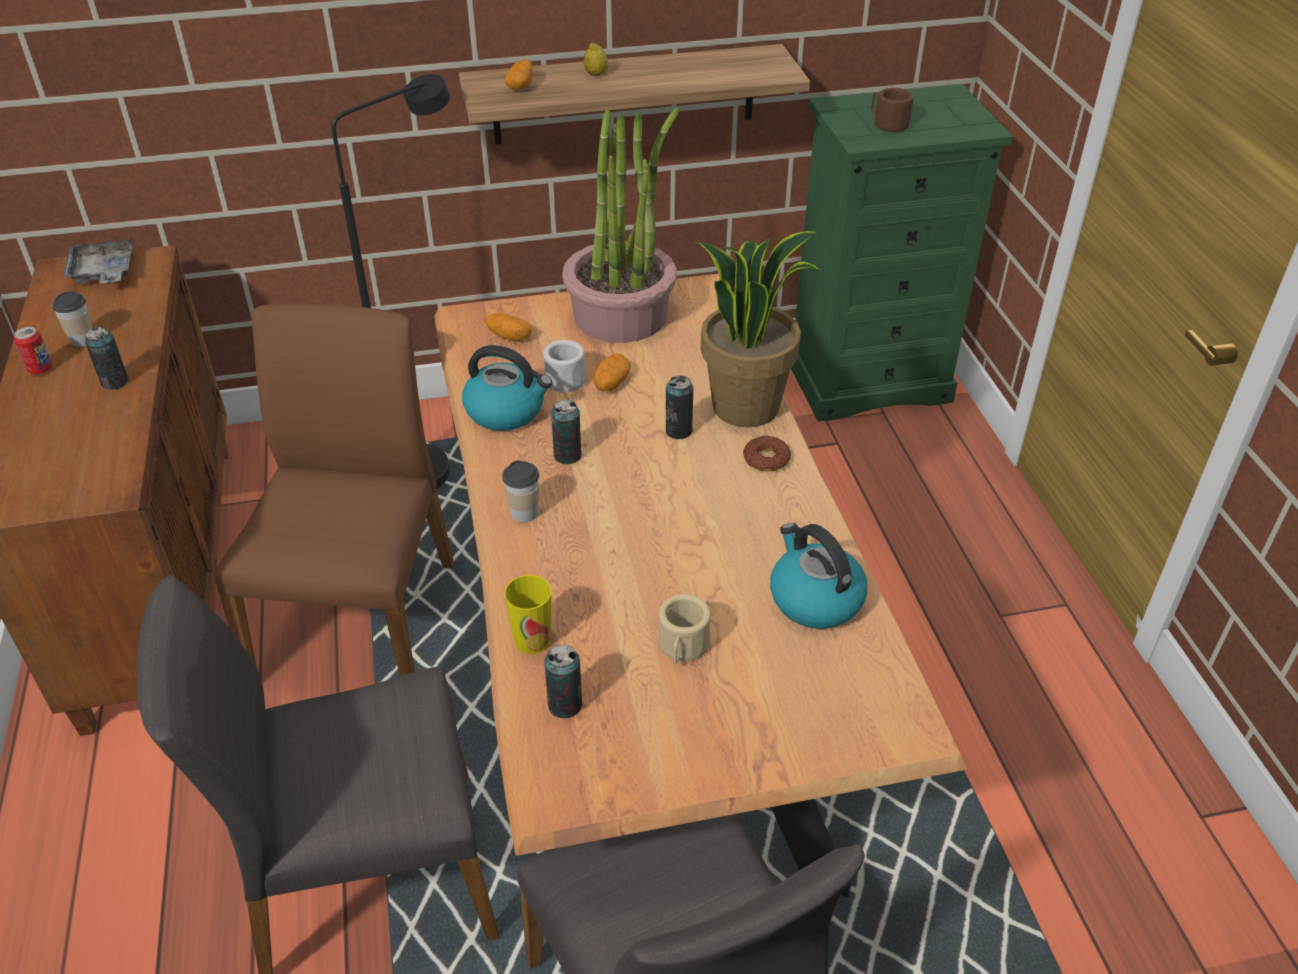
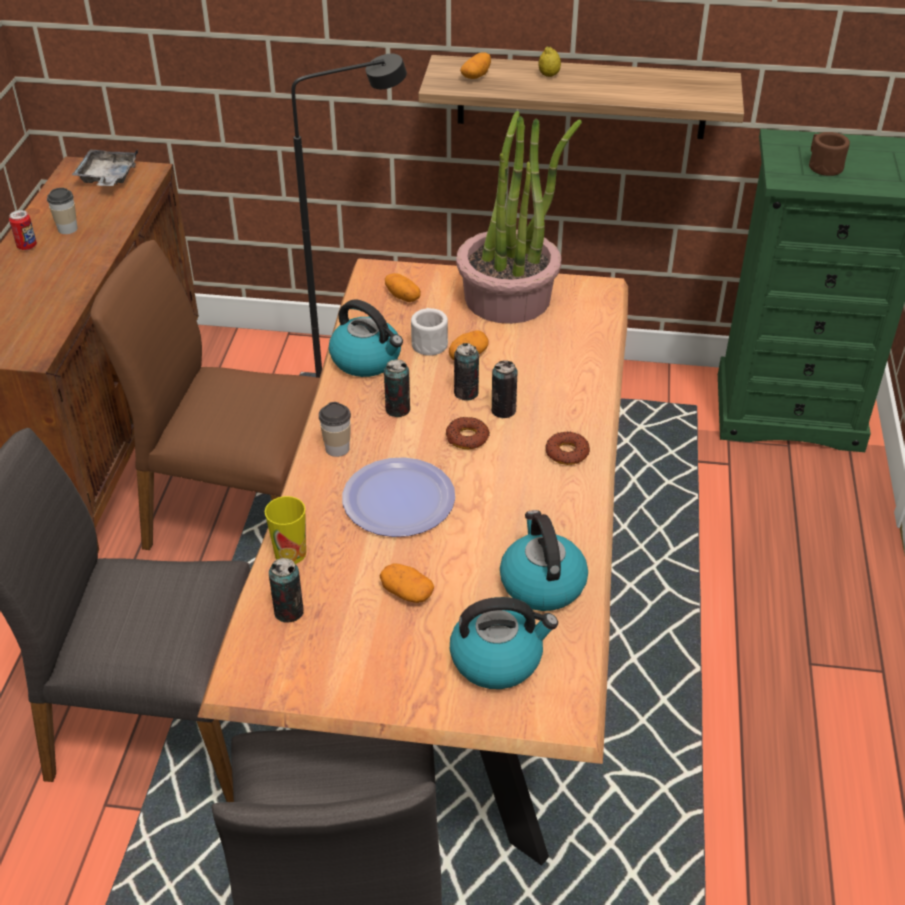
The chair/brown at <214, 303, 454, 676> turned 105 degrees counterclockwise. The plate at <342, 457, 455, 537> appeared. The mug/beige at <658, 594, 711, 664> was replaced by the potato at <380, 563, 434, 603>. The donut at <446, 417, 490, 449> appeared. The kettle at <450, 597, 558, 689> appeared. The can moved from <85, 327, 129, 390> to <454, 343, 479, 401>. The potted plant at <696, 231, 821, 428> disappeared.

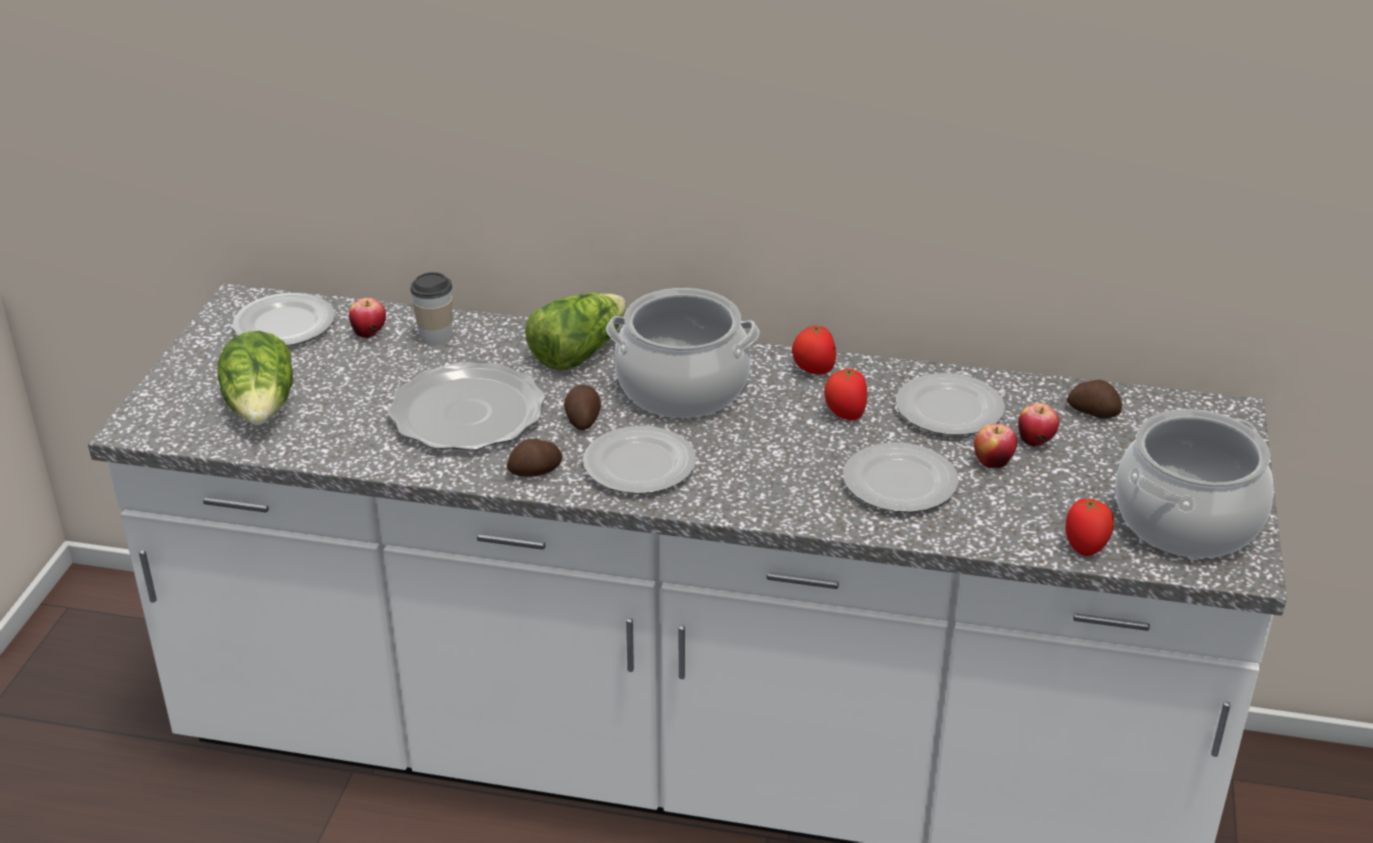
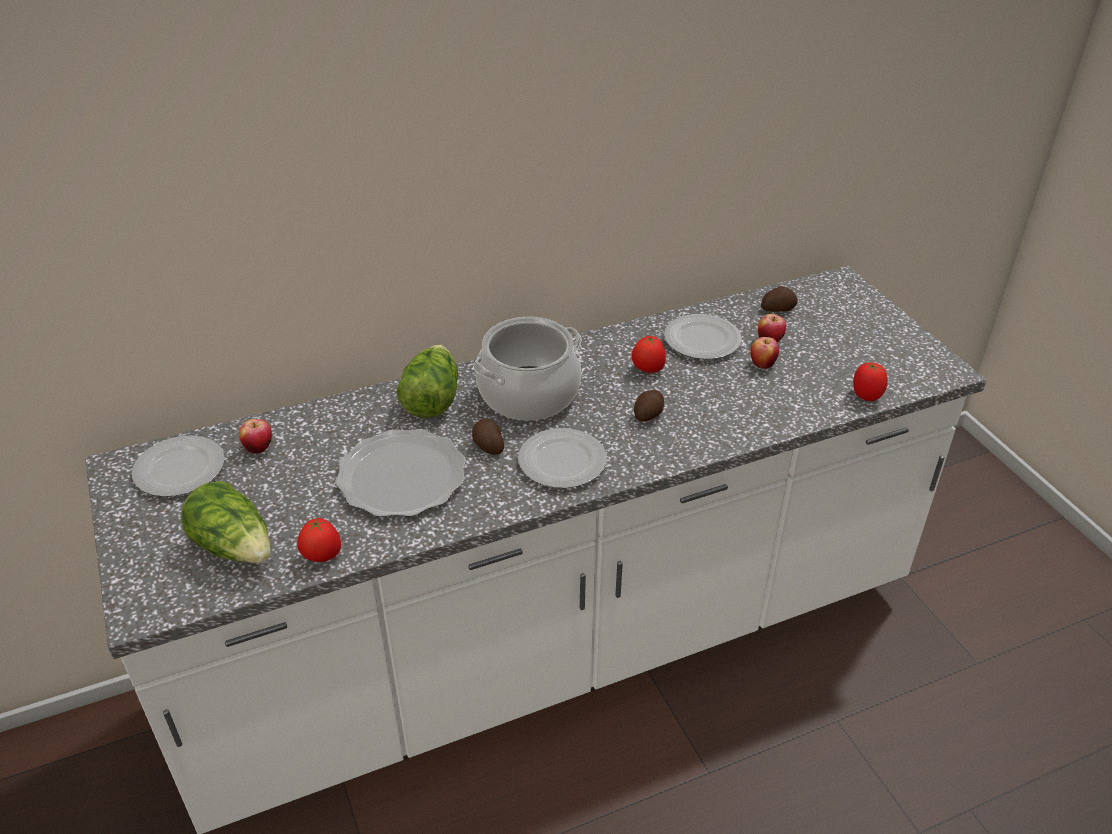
The tomato moved from <792, 325, 836, 374> to <297, 518, 341, 562>. The potato moved from <507, 439, 562, 476> to <634, 390, 664, 422>. The cup at <410, 272, 452, 346> disappeared. The plate at <843, 442, 959, 512> disappeared. The cooking pot at <1115, 409, 1274, 558> disappeared.

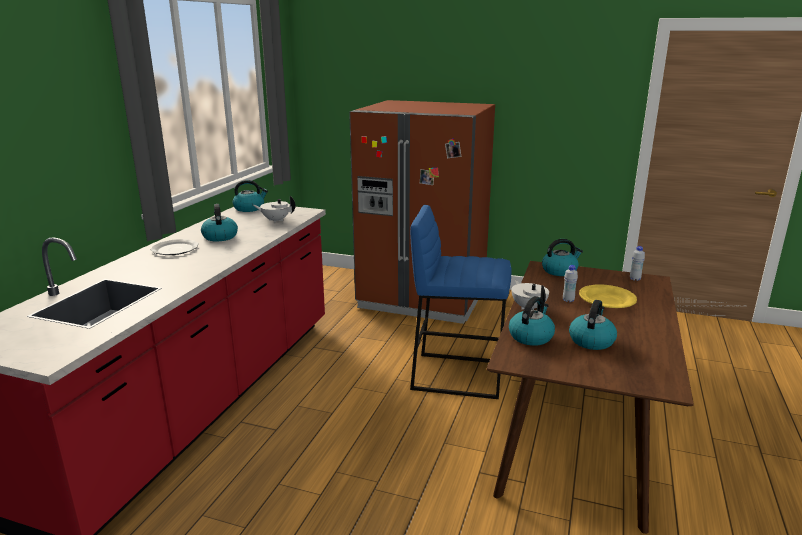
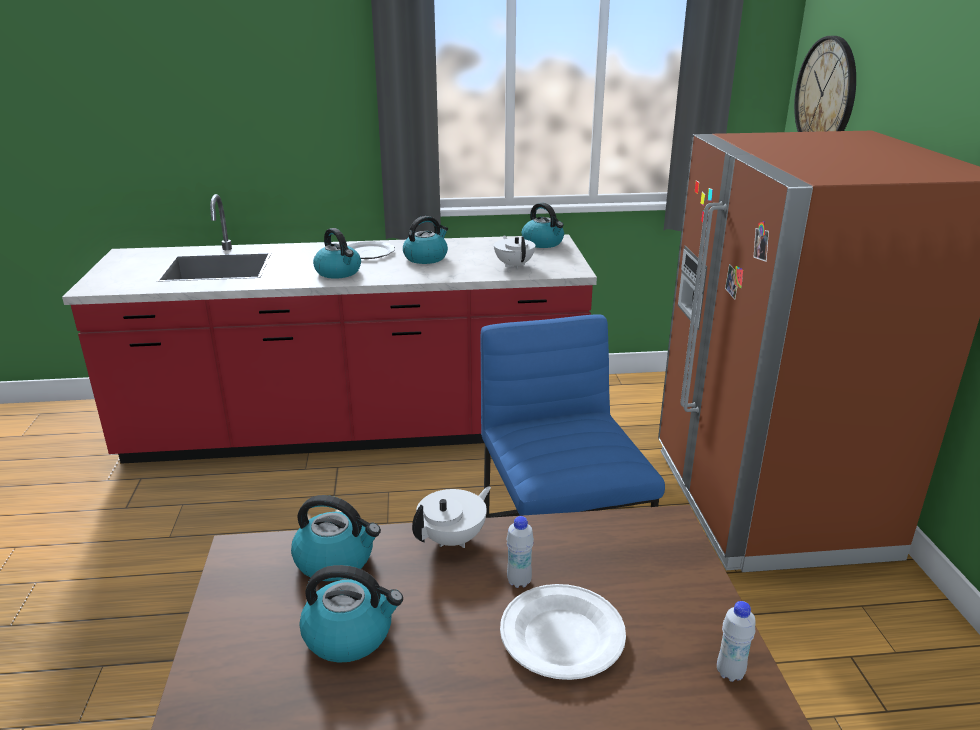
The kettle moved from <542, 239, 583, 276> to <313, 228, 361, 279>. The plate/yellow at <579, 284, 637, 308> became the plate/white at <500, 584, 626, 680>. The wall clock at <794, 36, 856, 132> appeared.

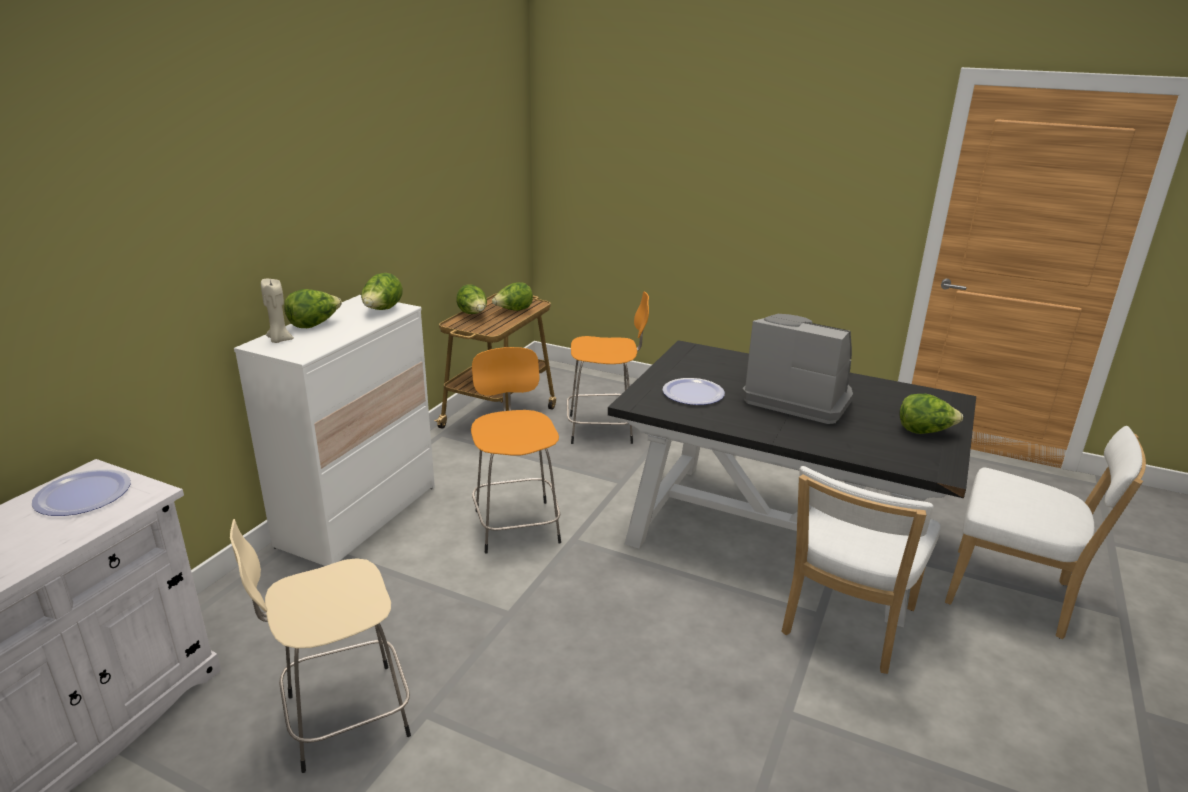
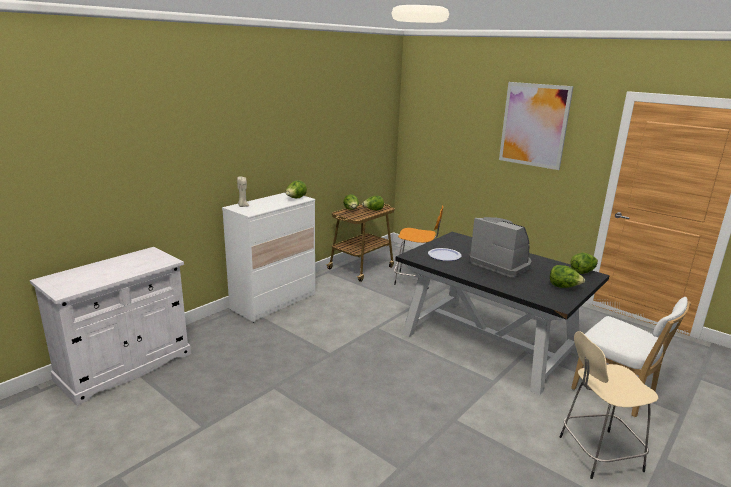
The picture at <499, 82, 574, 170> appeared. The stool/beige moved from <230, 519, 411, 773> to <560, 331, 659, 479>. The lettuce moved from <284, 289, 342, 328> to <570, 252, 598, 274>. The plate at <32, 469, 131, 516> disappeared. The stool/orange at <471, 347, 561, 554> disappeared. The chair/white at <781, 466, 941, 674> disappeared.

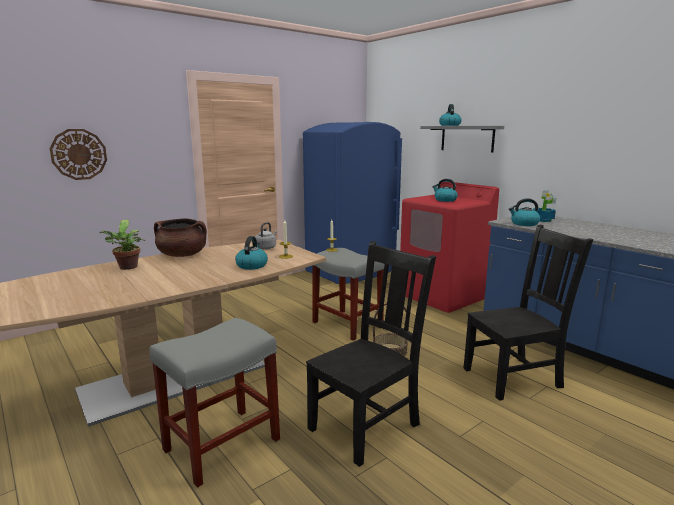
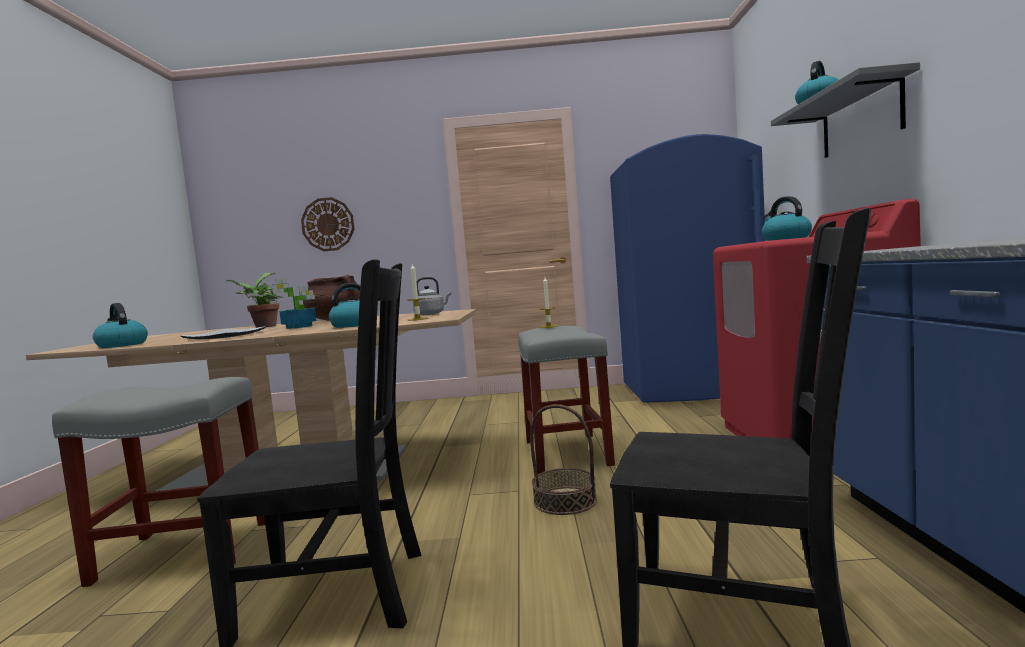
The kettle moved from <509, 198, 540, 226> to <93, 303, 148, 348>. The plate at <180, 326, 266, 339> appeared. The potted plant moved from <533, 190, 556, 222> to <271, 279, 316, 329>.

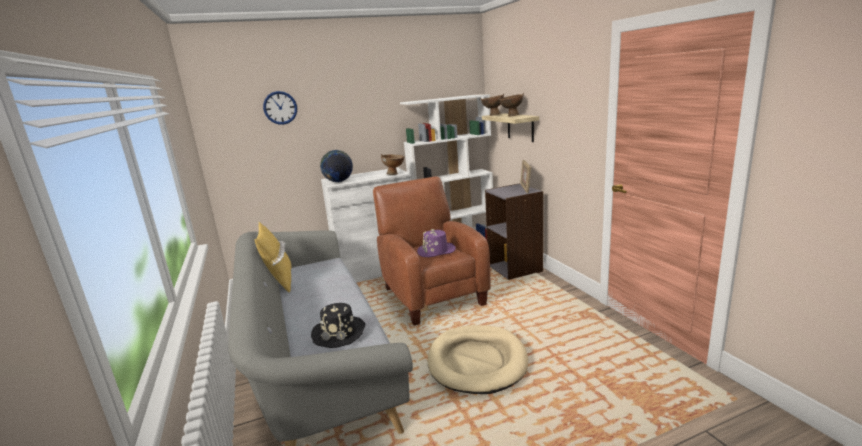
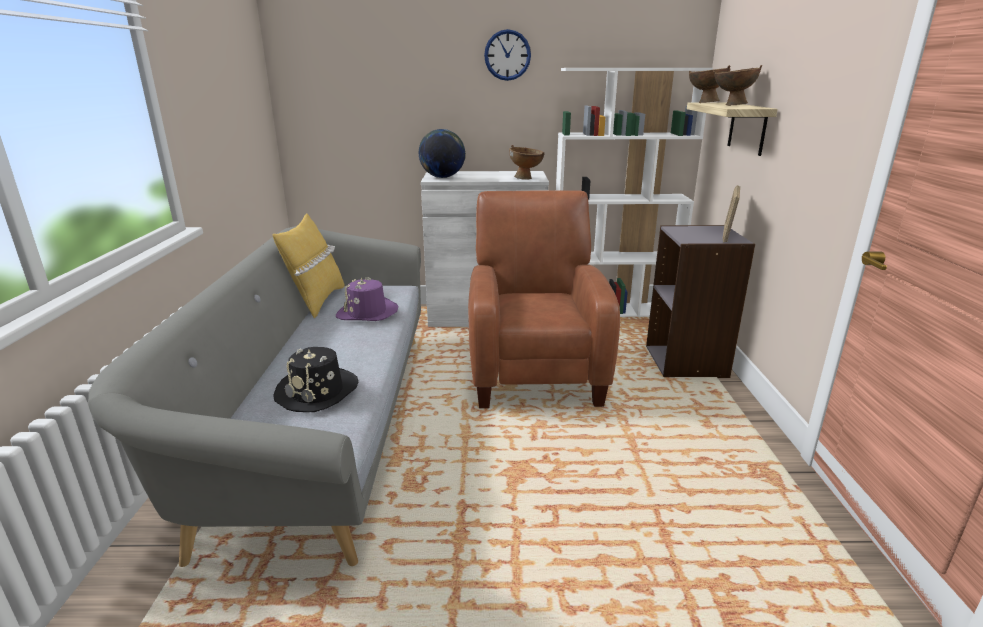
The hat/purple moved from <417, 229, 456, 257> to <336, 277, 398, 321>. The wall clock moved from <263, 91, 297, 125> to <484, 29, 531, 81>. The dog bed/beige at <428, 325, 528, 394> disappeared.

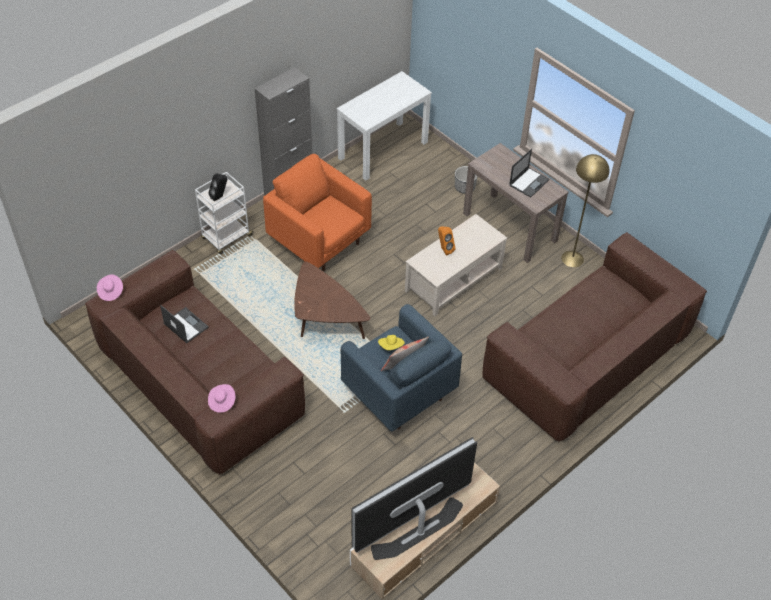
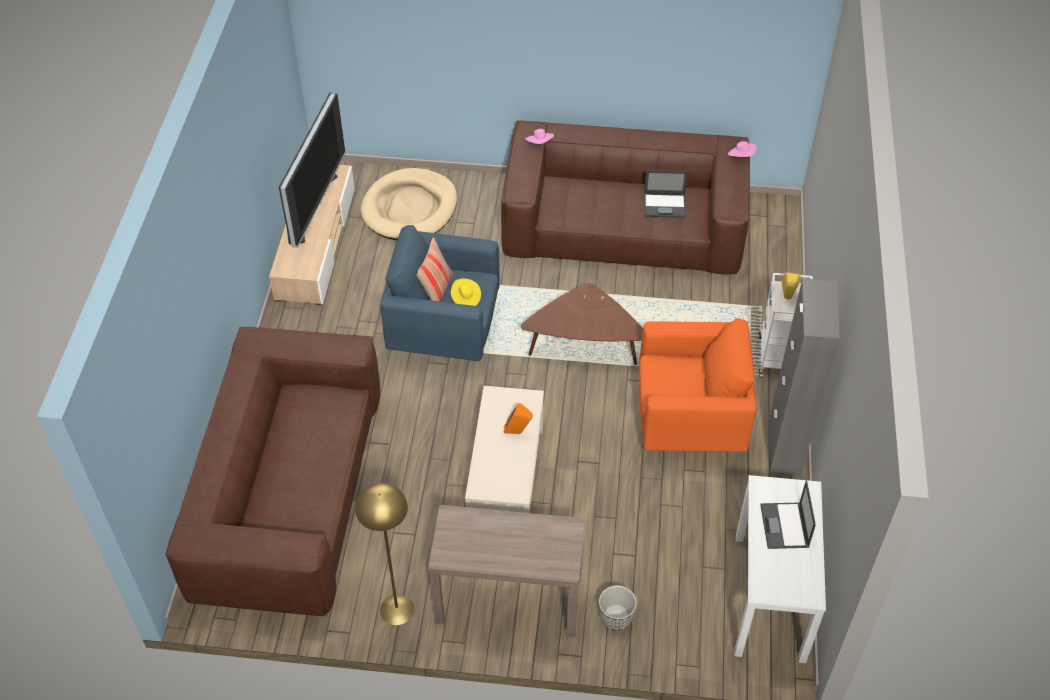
The dog bed/beige at <360, 168, 457, 240> appeared. The laptop moved from <509, 149, 550, 198> to <760, 480, 816, 549>. The speaker/black at <208, 173, 227, 202> became the speaker/yellow at <782, 272, 801, 300>.

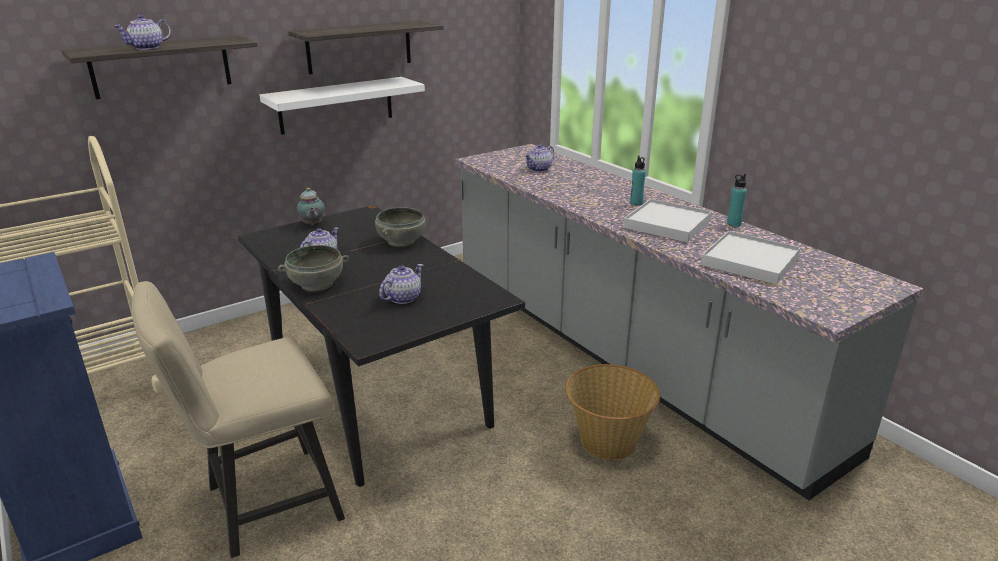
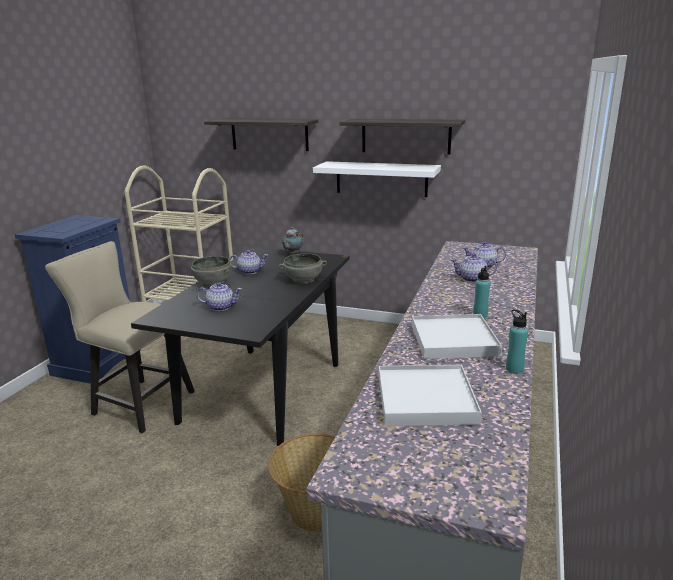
The teapot moved from <114, 15, 172, 50> to <451, 253, 497, 282>.

